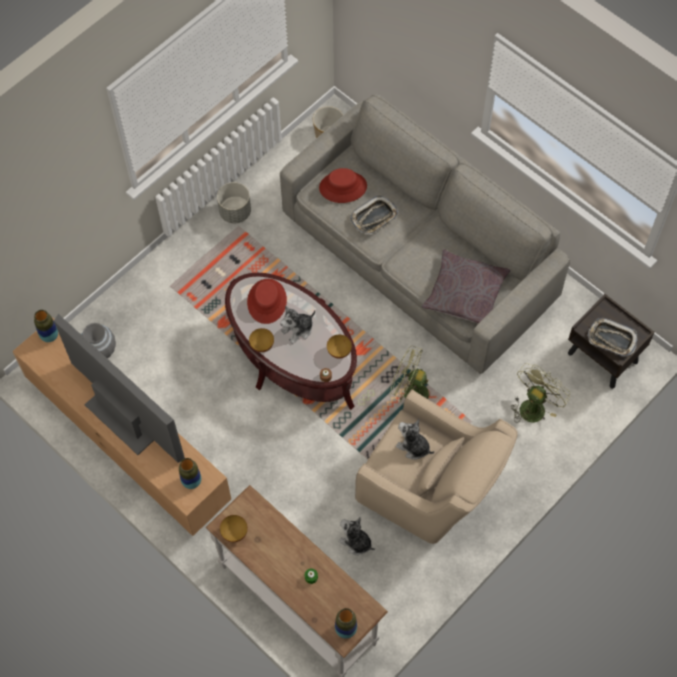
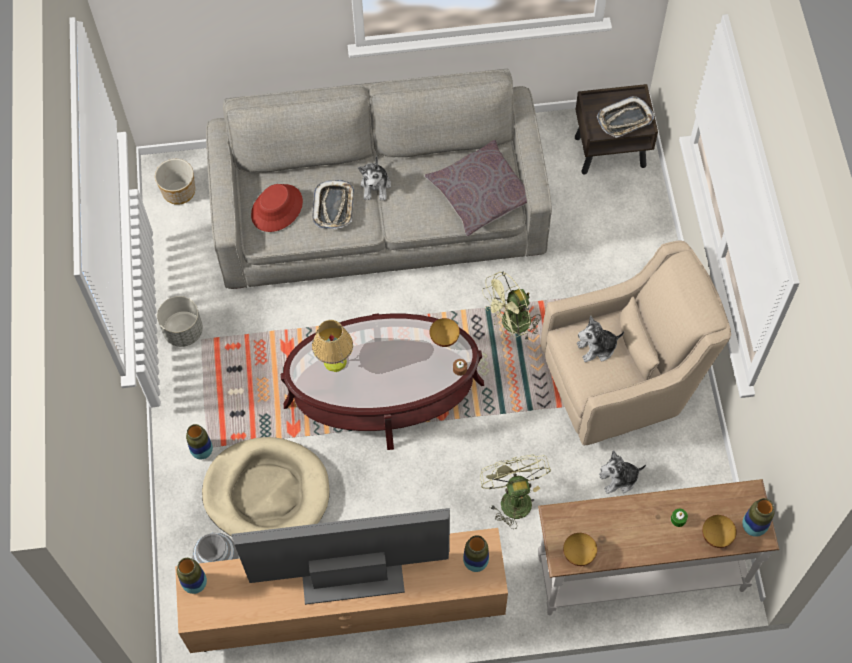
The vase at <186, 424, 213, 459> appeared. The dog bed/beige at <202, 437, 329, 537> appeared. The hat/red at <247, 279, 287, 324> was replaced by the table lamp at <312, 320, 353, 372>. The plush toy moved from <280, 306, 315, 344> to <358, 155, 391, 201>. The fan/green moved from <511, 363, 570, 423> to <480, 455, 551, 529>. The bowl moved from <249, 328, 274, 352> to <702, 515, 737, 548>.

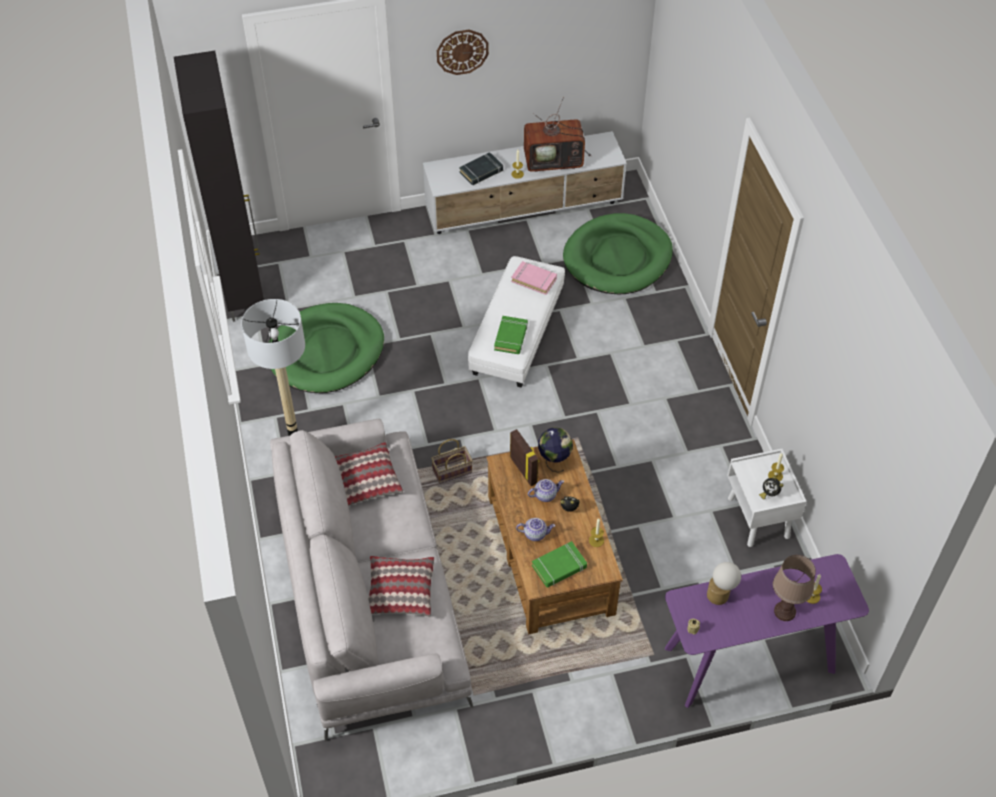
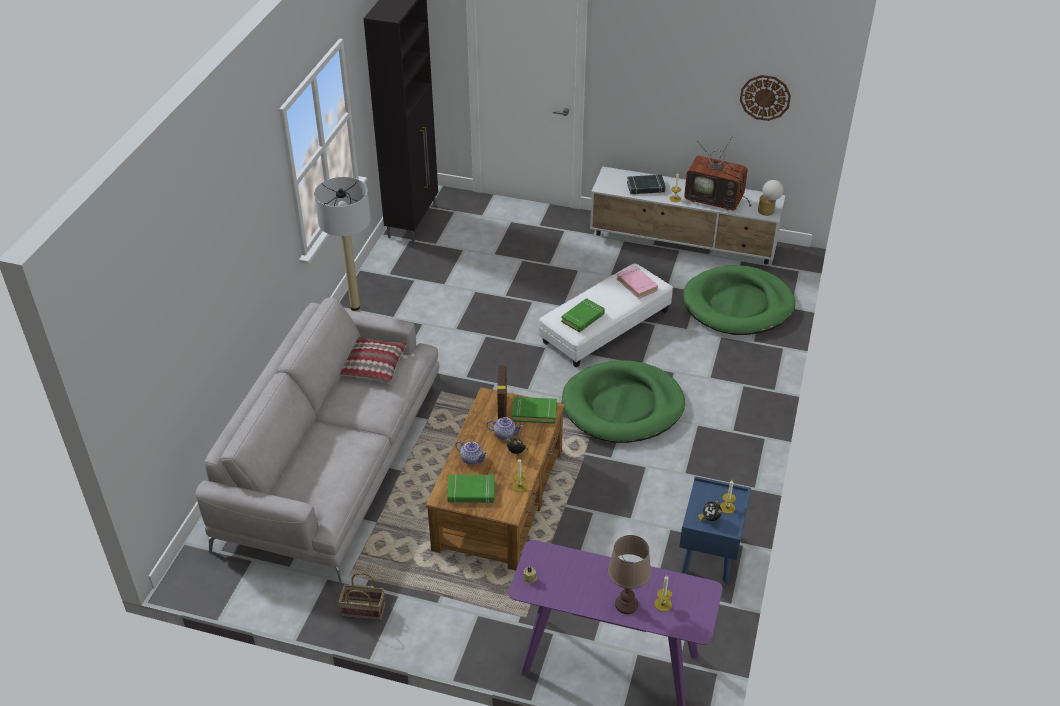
The basket moved from <431, 439, 473, 484> to <339, 573, 385, 621>. The globe at <538, 427, 573, 473> was replaced by the book/green at <512, 396, 557, 424>. The dog bed/green moved from <269, 303, 384, 393> to <562, 360, 685, 443>. The nightstand/white at <727, 449, 807, 547> became the nightstand/blue at <679, 476, 751, 583>. The wall clock moved from <437, 30, 489, 75> to <740, 75, 791, 121>. The table lamp moved from <707, 562, 741, 605> to <758, 180, 784, 216>. The pillow at <368, 556, 434, 617> disappeared.

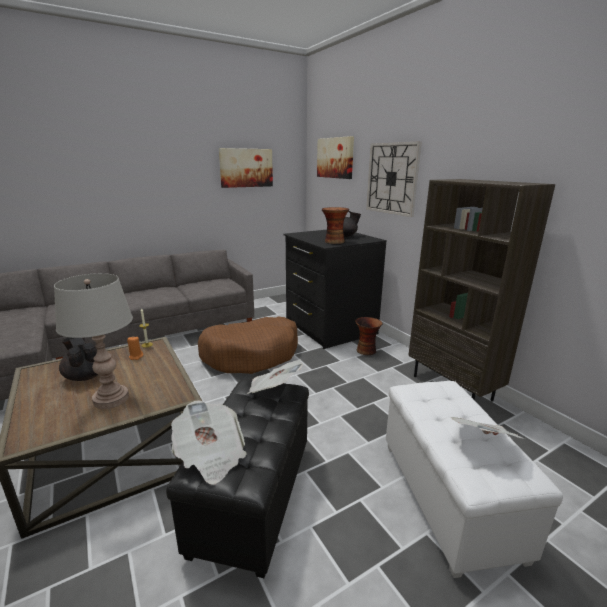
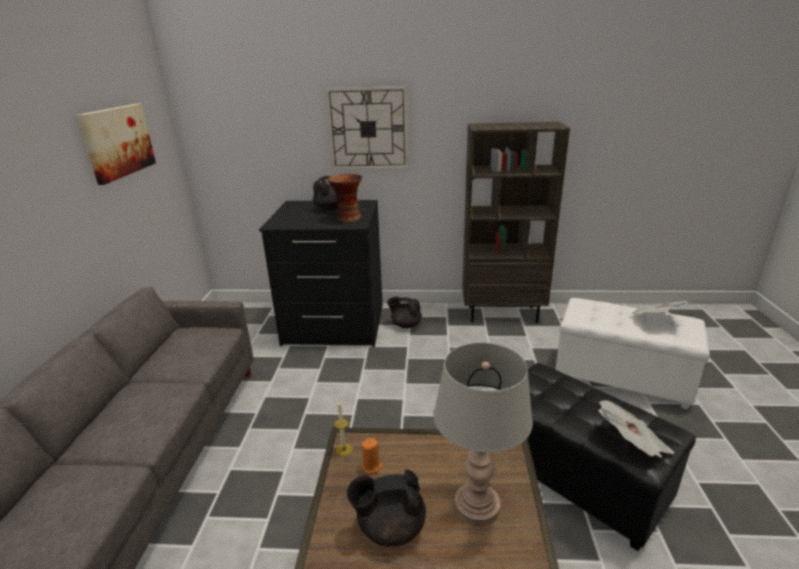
The vase at <355, 317, 382, 355> was replaced by the teapot/black at <387, 296, 422, 328>. The dog bed/brown at <198, 317, 298, 374> disappeared. The newspaper at <247, 360, 303, 394> disappeared. The picture at <317, 136, 354, 179> disappeared.

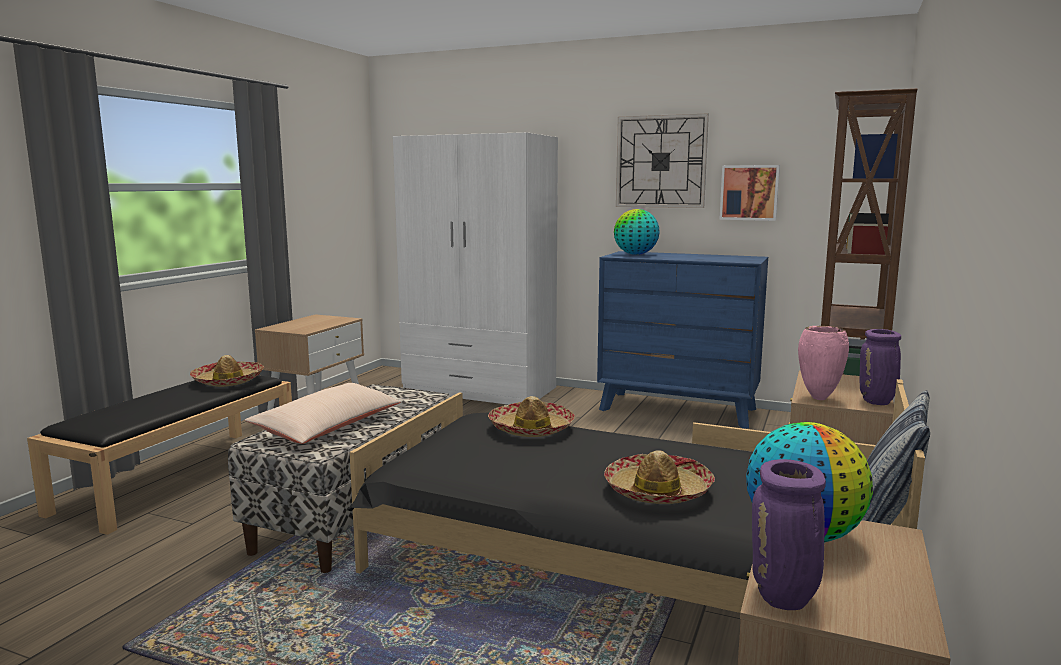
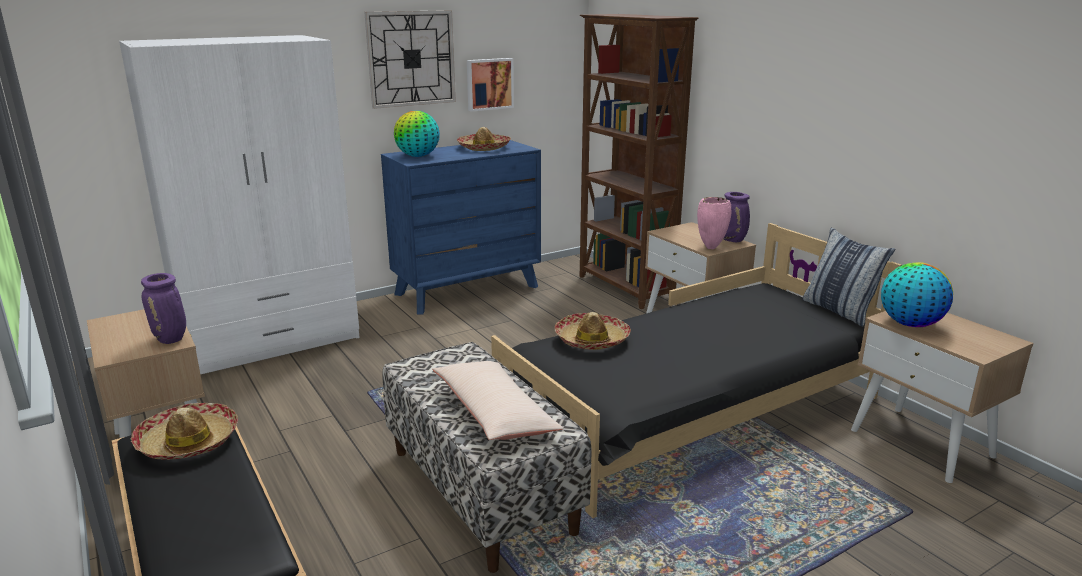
The vase/purple moved from <752, 459, 826, 610> to <141, 273, 186, 344>. The hat moved from <604, 450, 715, 504> to <457, 127, 511, 151>.

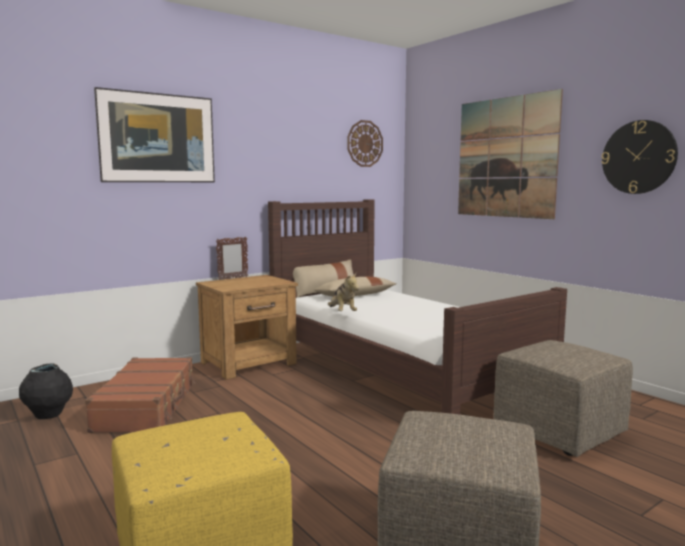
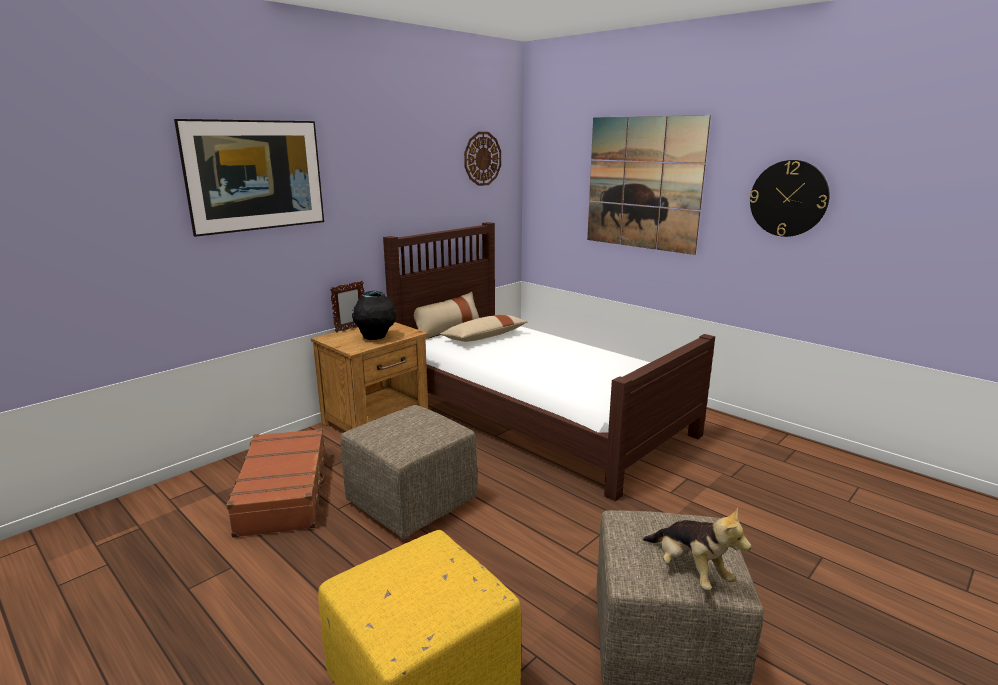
The ottoman/beige moved from <493, 340, 633, 457> to <341, 405, 477, 539>. The vase/black moved from <19, 364, 73, 419> to <352, 291, 396, 340>. The plush toy moved from <328, 273, 359, 311> to <643, 507, 751, 590>.

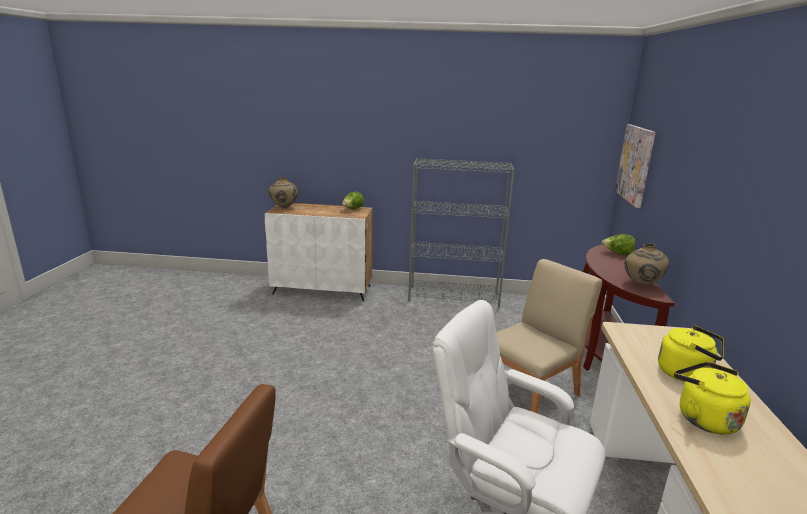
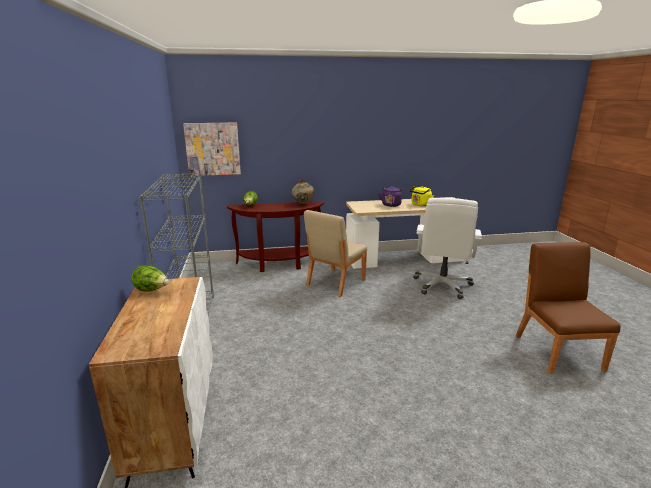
The chair/beige at <496, 259, 602, 414> turned 90 degrees counterclockwise. The kettle/yellow at <658, 325, 724, 382> became the kettle/purple at <378, 186, 403, 207>. The vase/beige at <268, 177, 298, 208> disappeared.

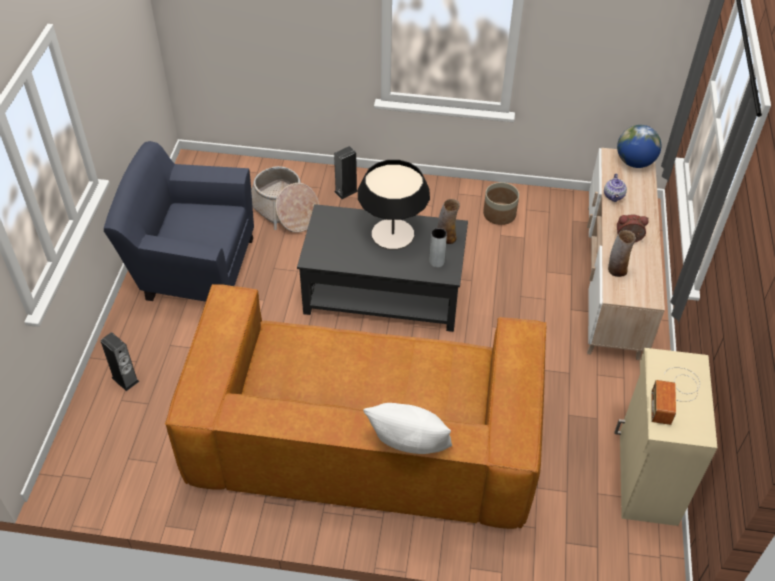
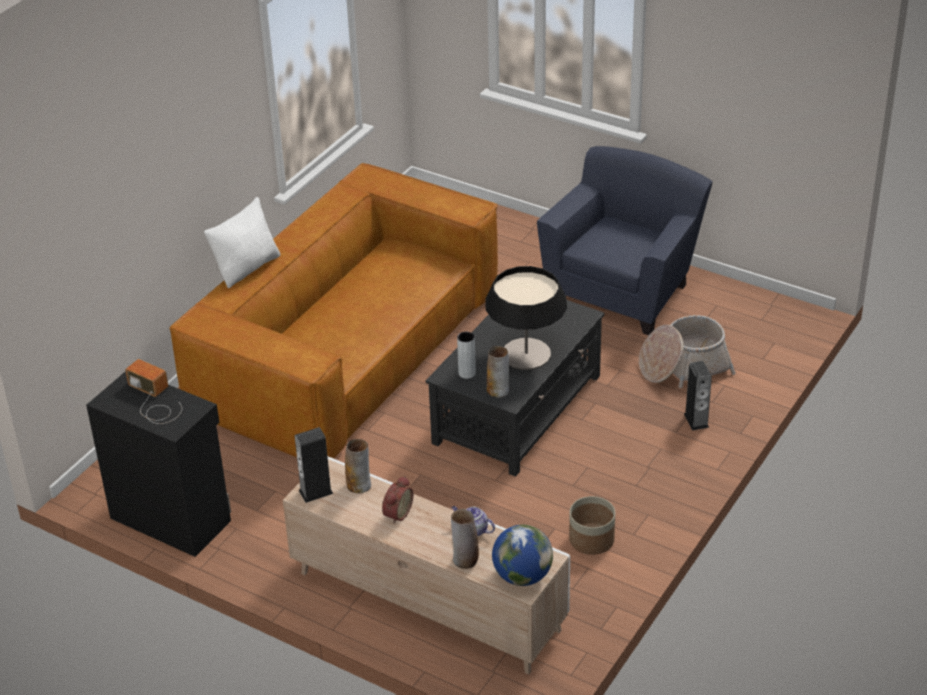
The cabinet/beige at <614, 348, 717, 526> became the cabinet/black at <86, 371, 231, 557>. The speaker moved from <101, 332, 139, 391> to <294, 427, 334, 503>. The vase at <451, 509, 479, 569> appeared.

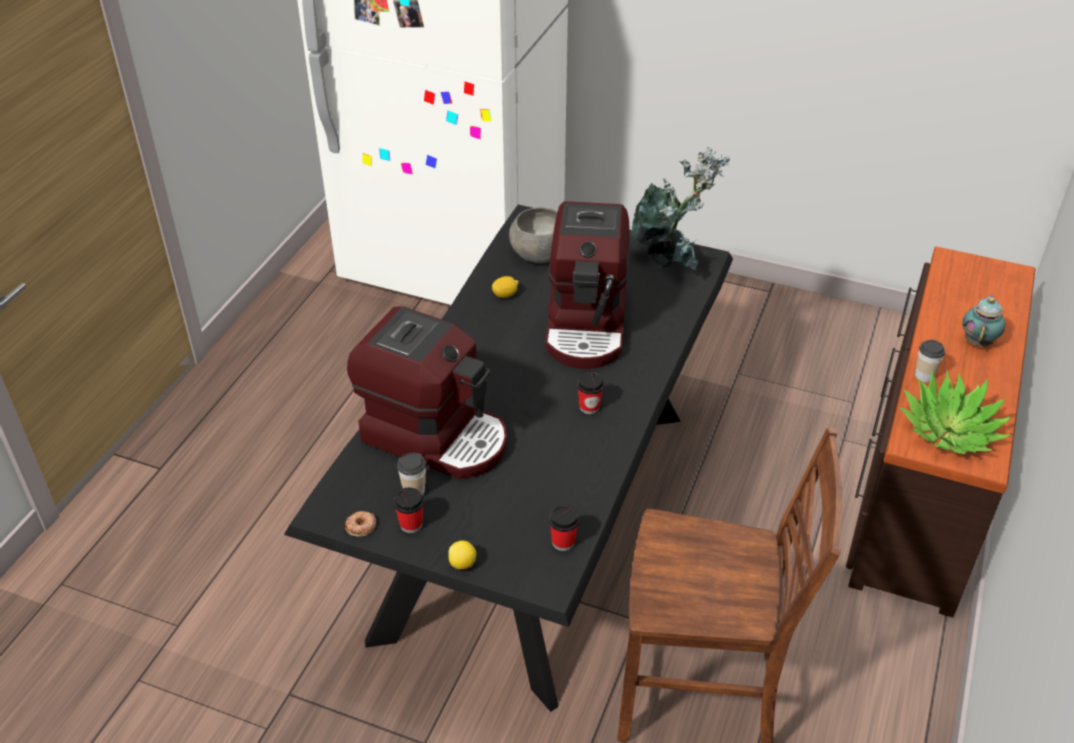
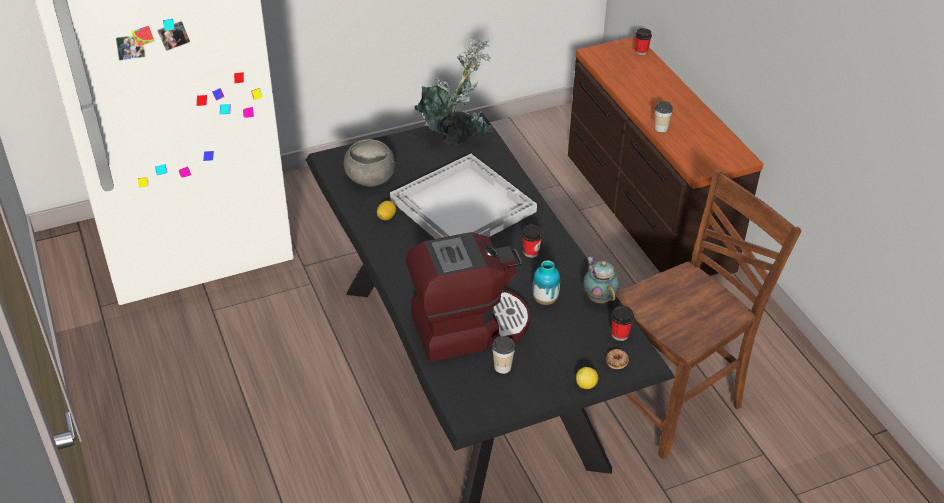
The coffee machine at <545, 201, 630, 369> was replaced by the tray/white at <390, 154, 537, 239>. The vase at <533, 260, 560, 305> appeared. The teapot moved from <962, 294, 1006, 347> to <583, 256, 619, 303>. The donut moved from <345, 511, 377, 536> to <606, 349, 629, 369>. The cup moved from <394, 487, 424, 533> to <635, 28, 652, 55>. The potted plant at <900, 371, 1012, 454> disappeared.

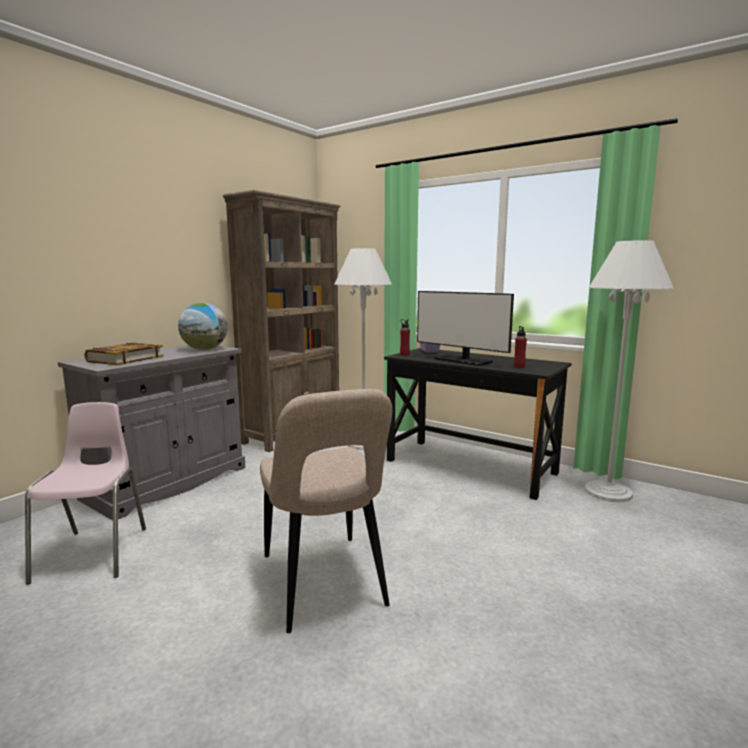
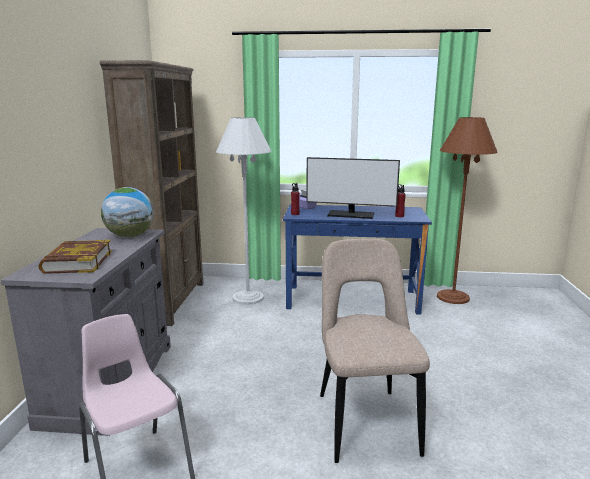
The desk/black at <384, 348, 572, 500> became the desk/blue at <283, 204, 432, 315>. The chair/beige at <260, 389, 392, 633> turned 135 degrees counterclockwise. The floor lamp/white at <585, 240, 674, 502> became the floor lamp/brown at <437, 117, 498, 304>.

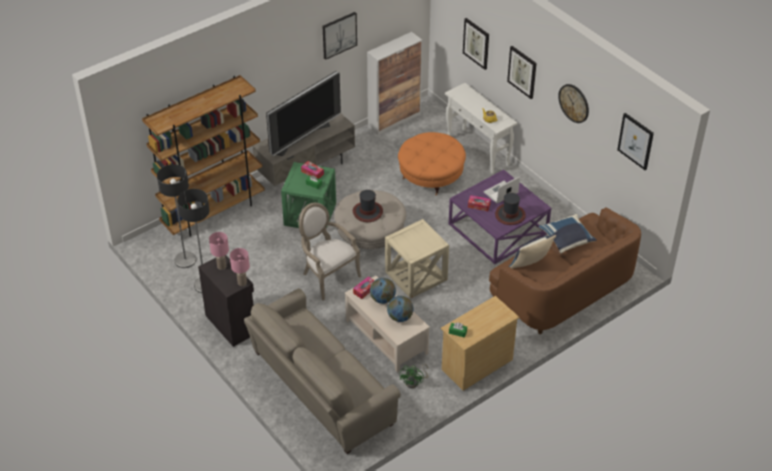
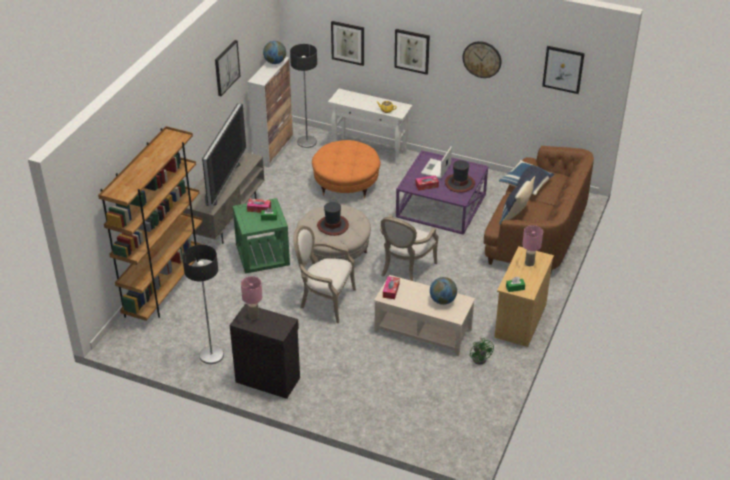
The globe moved from <370, 278, 396, 304> to <263, 41, 286, 64>. The floor lamp moved from <157, 164, 196, 268> to <290, 44, 317, 148>. The side table/beige at <385, 219, 449, 299> was replaced by the armchair at <380, 215, 438, 281>. The table lamp/pink moved from <230, 248, 250, 286> to <522, 225, 543, 266>. The sofa/beige at <244, 288, 401, 454> disappeared.

